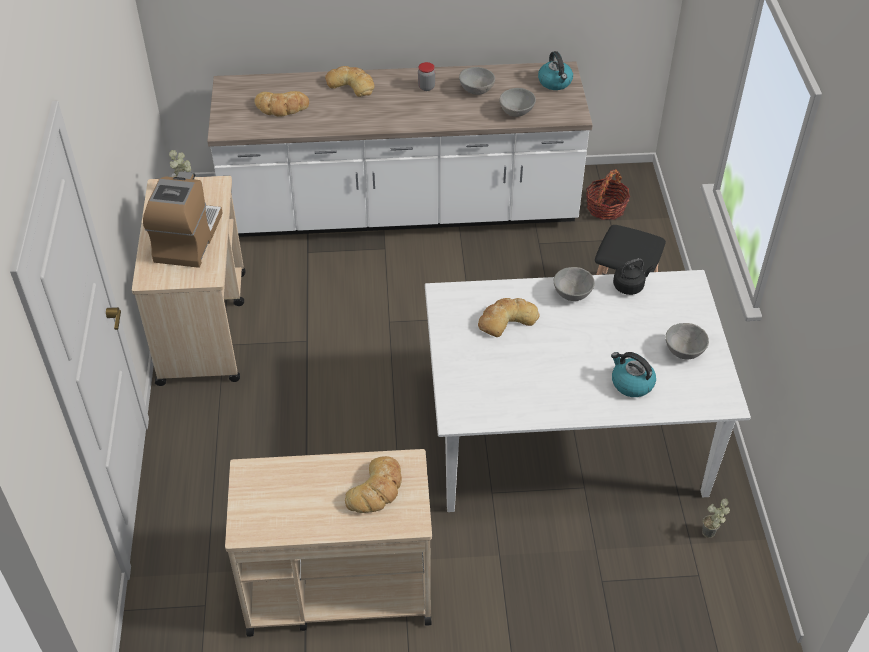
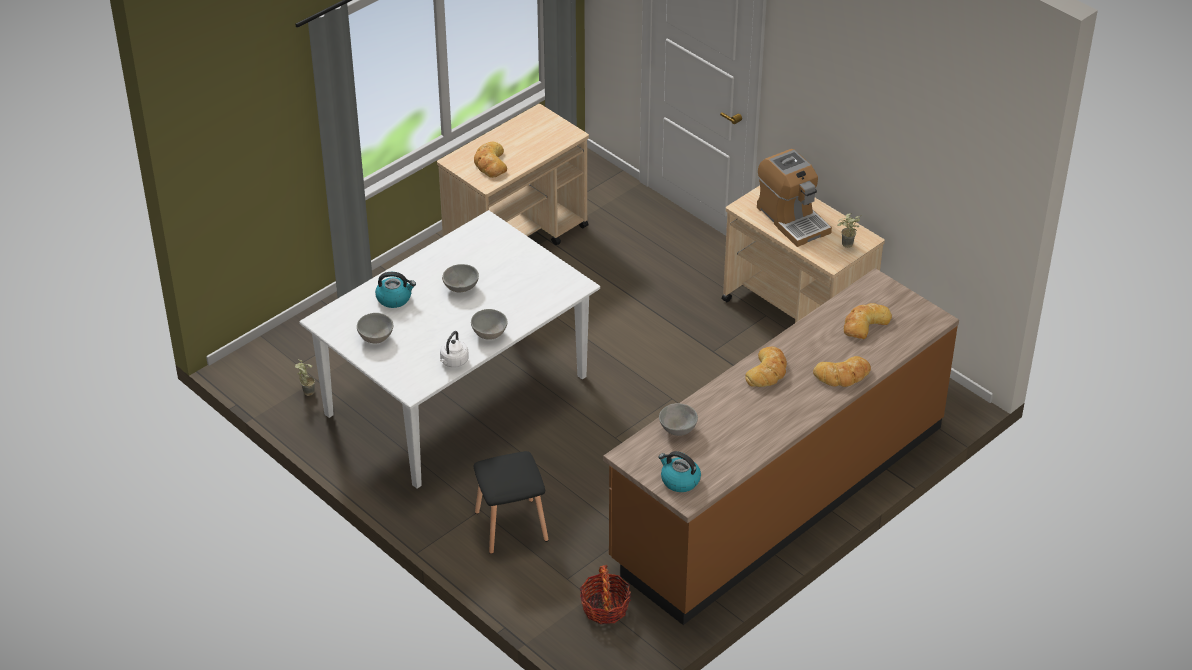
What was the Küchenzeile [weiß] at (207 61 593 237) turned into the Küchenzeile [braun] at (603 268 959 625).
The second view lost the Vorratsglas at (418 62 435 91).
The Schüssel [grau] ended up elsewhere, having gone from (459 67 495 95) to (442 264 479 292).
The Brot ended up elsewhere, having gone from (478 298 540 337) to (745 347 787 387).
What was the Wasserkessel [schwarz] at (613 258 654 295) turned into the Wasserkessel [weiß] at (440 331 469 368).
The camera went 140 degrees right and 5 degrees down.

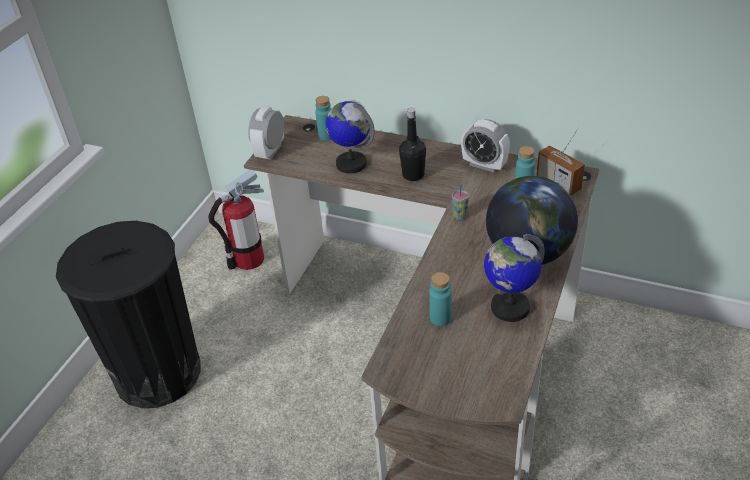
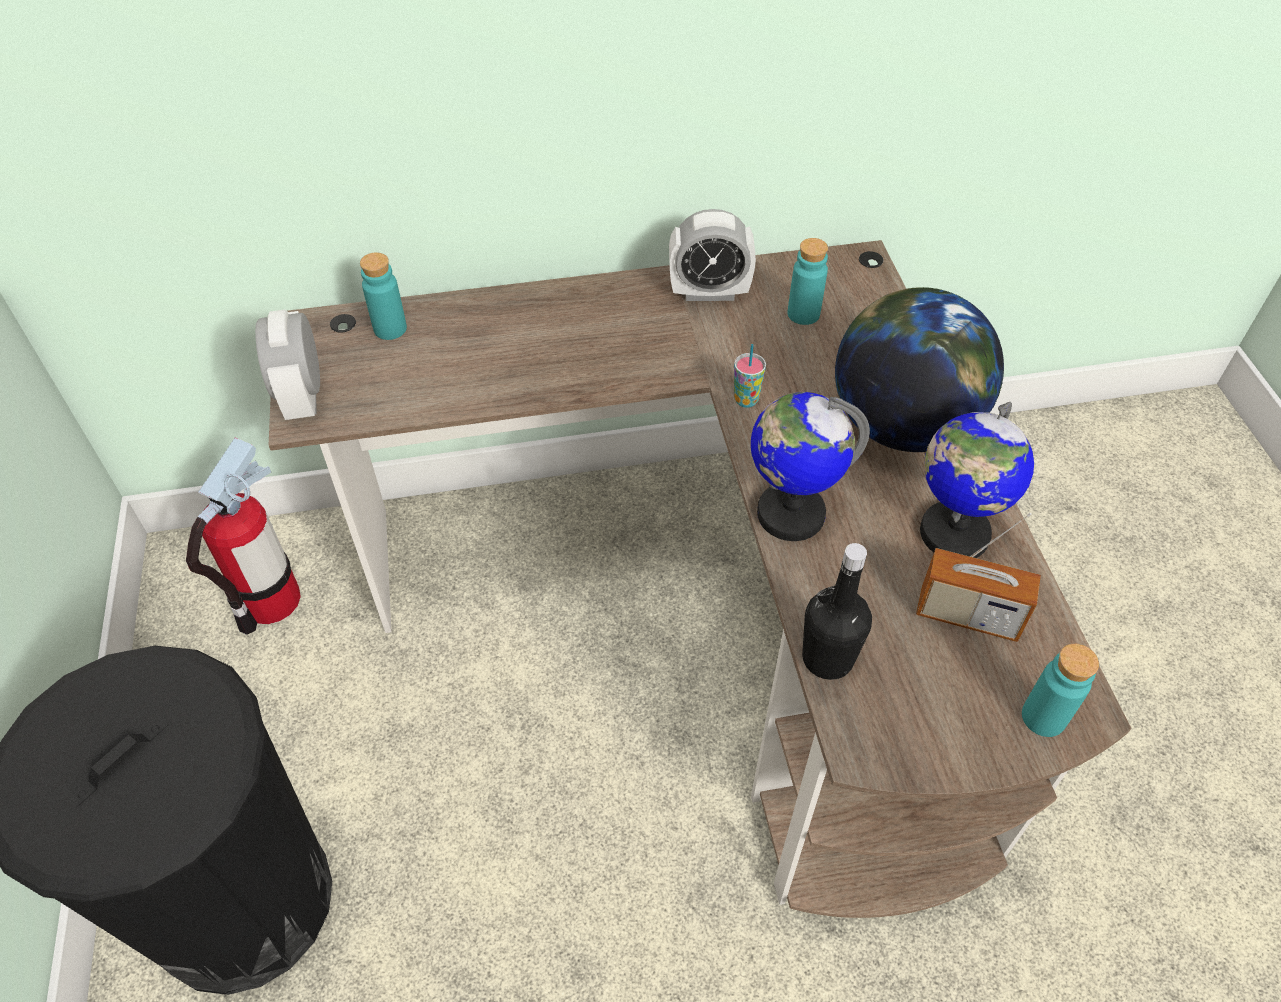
The Globus ended up elsewhere, having gone from (325 101 375 173) to (751 392 870 541).
The Flasche [schwarz] ended up elsewhere, having gone from (399 108 426 181) to (802 543 872 680).
The Flasche [türkis] ended up elsewhere, having gone from (429 272 452 326) to (1022 644 1099 737).
The Radio ended up elsewhere, having gone from (537 128 585 196) to (916 513 1041 642).
The camera went 35 degrees left and 10 degrees up.

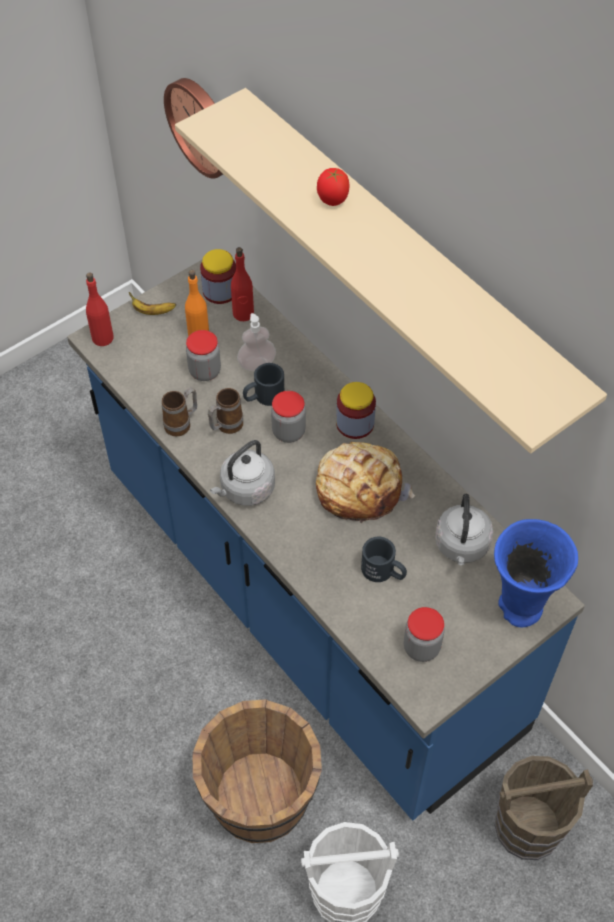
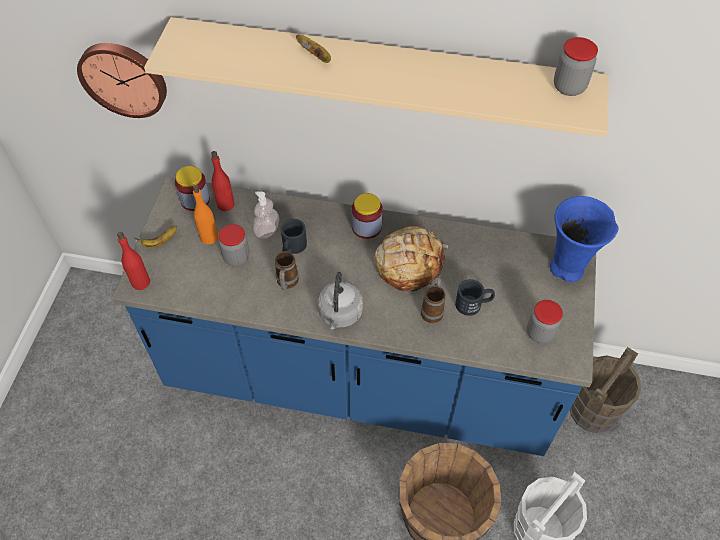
The Henkelbecher ended up elsewhere, having gone from (161 387 197 437) to (421 277 445 323).
The Vorratsglas ended up elsewhere, having gone from (271 391 306 443) to (554 37 598 96).
Where the Tomate stood at (317 168 350 206), the Banane came to stand at (296 34 331 63).
The second view lost the Wasserkessel [grau] at (435 494 493 565).
The camera went 40 degrees left and 0 degrees up.

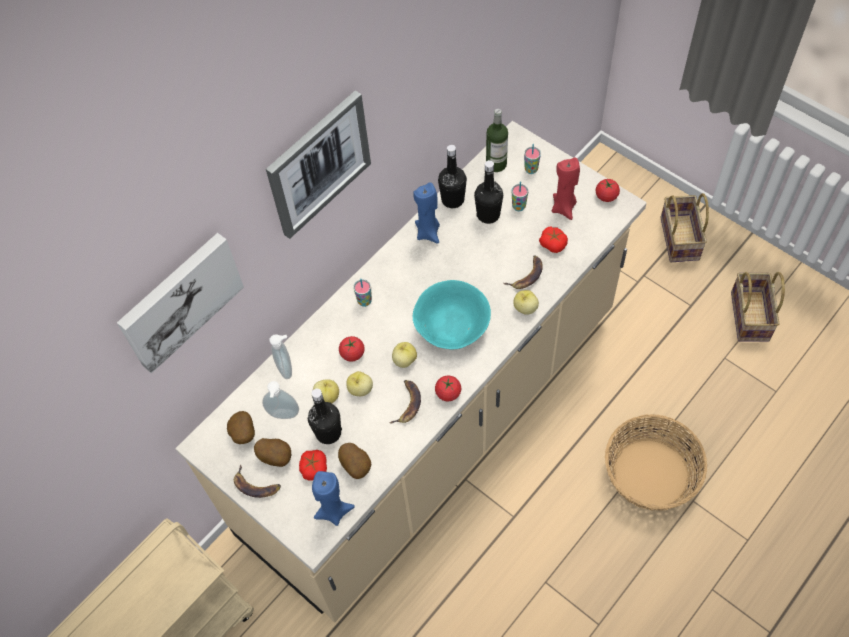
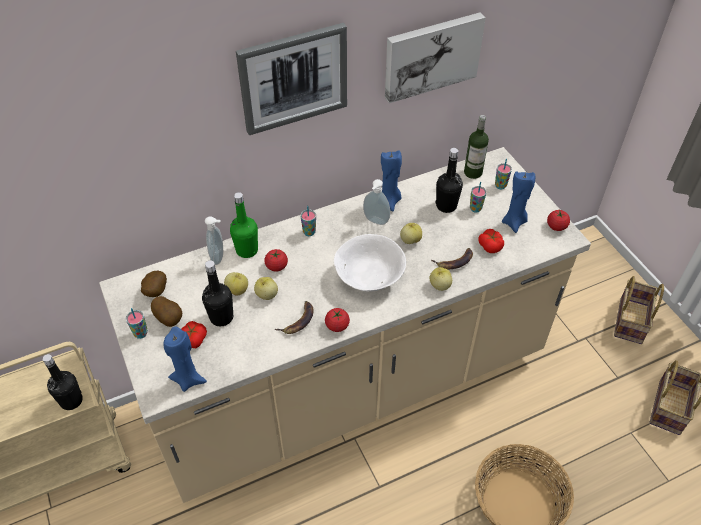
The Bild ended up elsewhere, having gone from (117 233 244 373) to (385 13 486 103).
Where the Banane stood at (234 464 281 498), the Tasse came to stand at (126 308 148 339).
The Seifenspender ended up elsewhere, having gone from (262 381 299 419) to (363 179 390 225).
The second view lost the Kartoffel at (338 443 371 479).
The Apfel ended up elsewhere, having gone from (392 342 417 368) to (400 223 422 244).
What was the Schüssel [türkis] at (413 280 491 349) turned into the Schüssel [weiß] at (334 234 406 291).
The Flasche [schwarz] ended up elsewhere, having gone from (438 145 467 208) to (43 354 83 410).
What was the Kerze [rot] at (552 157 580 220) turned into the Kerze [blau] at (502 171 535 233).
The second view gained the Flasche [grün] at (230 192 258 258).
The camera went 20 degrees right and 10 degrees down.

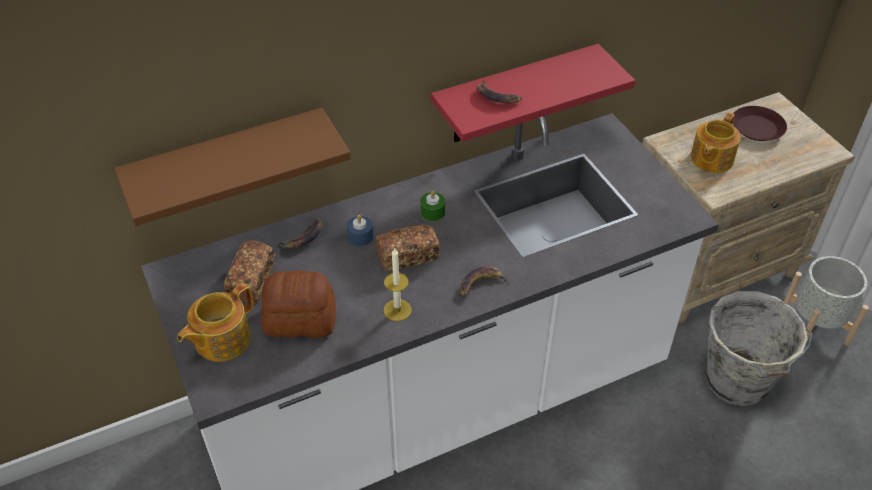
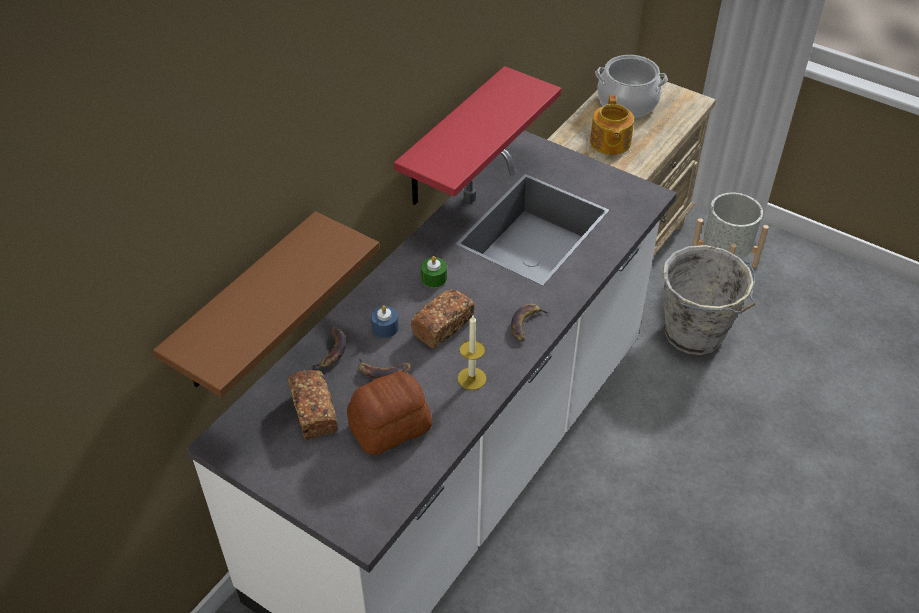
The second view lost the Teekanne at (177 283 254 362).
The Banane ended up elsewhere, having gone from (477 80 522 103) to (359 357 411 379).
Where the Teller [braun] stood at (732 106 787 141), the Kochtopf came to stand at (595 55 668 118).
The camera went 30 degrees left and 0 degrees up.

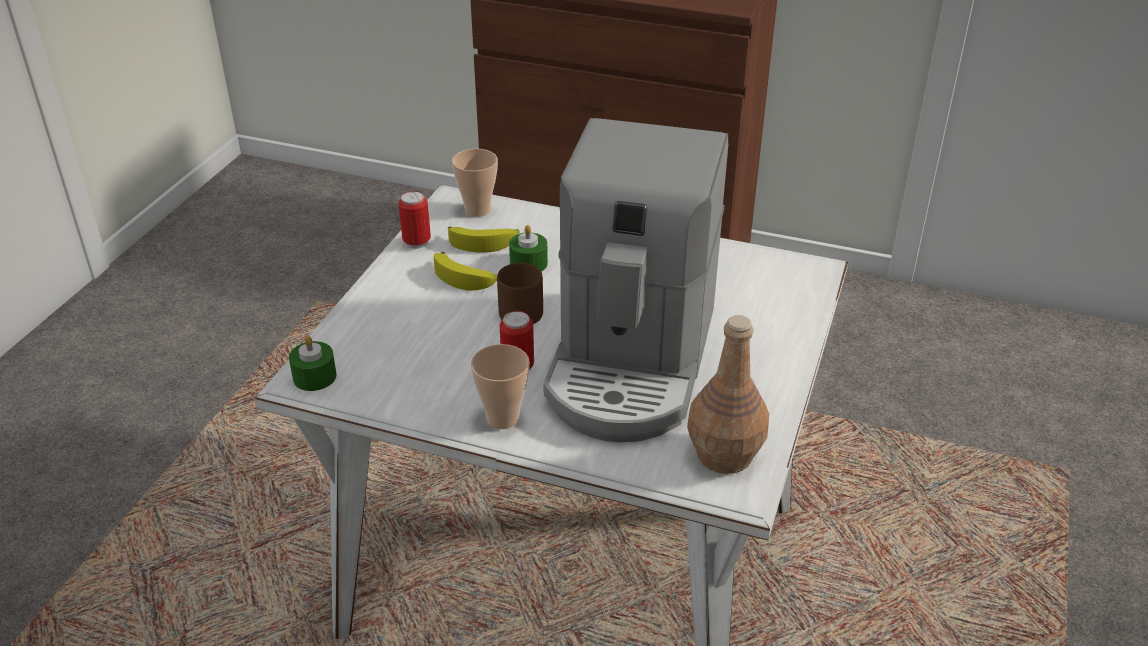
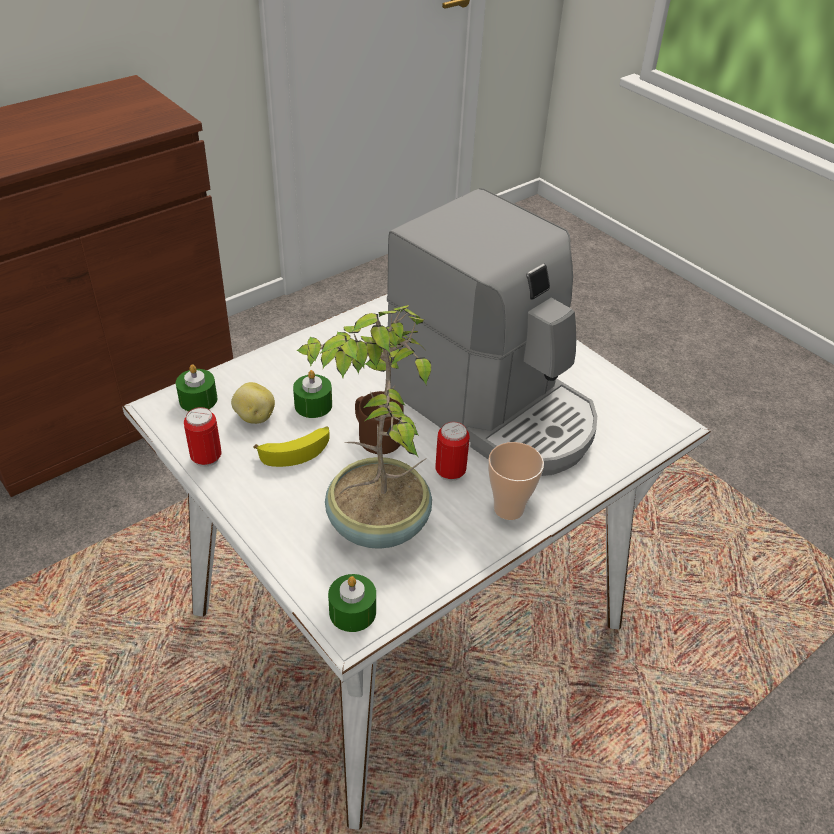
Where the Banane stood at (447 226 519 253), the Kartoffel came to stand at (231 382 275 424).
Where the Tasse stood at (452 149 498 217), the Kerze [grün] came to stand at (176 364 217 412).
The second view lost the Flasche [braun] at (687 315 769 474).
The second view gained the Topfpflanze at (296 305 432 549).
The camera went 60 degrees left and 5 degrees up.

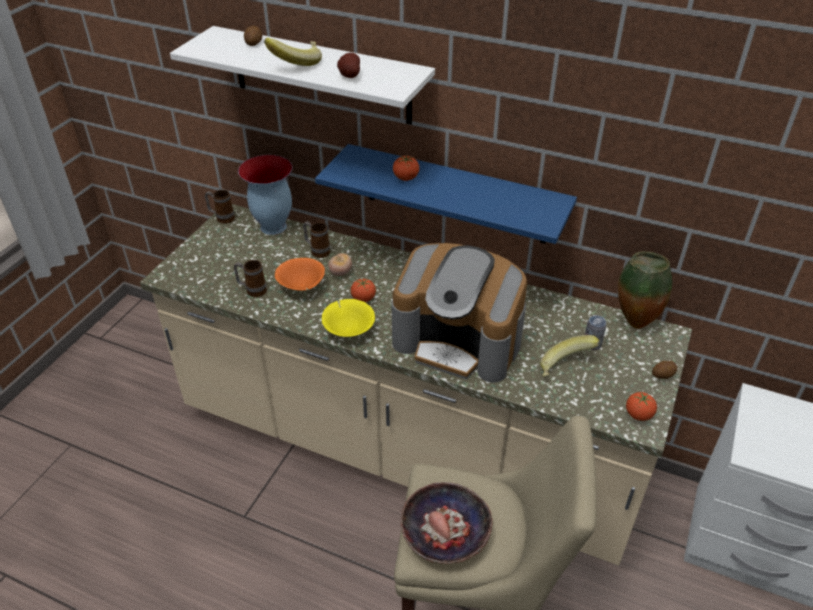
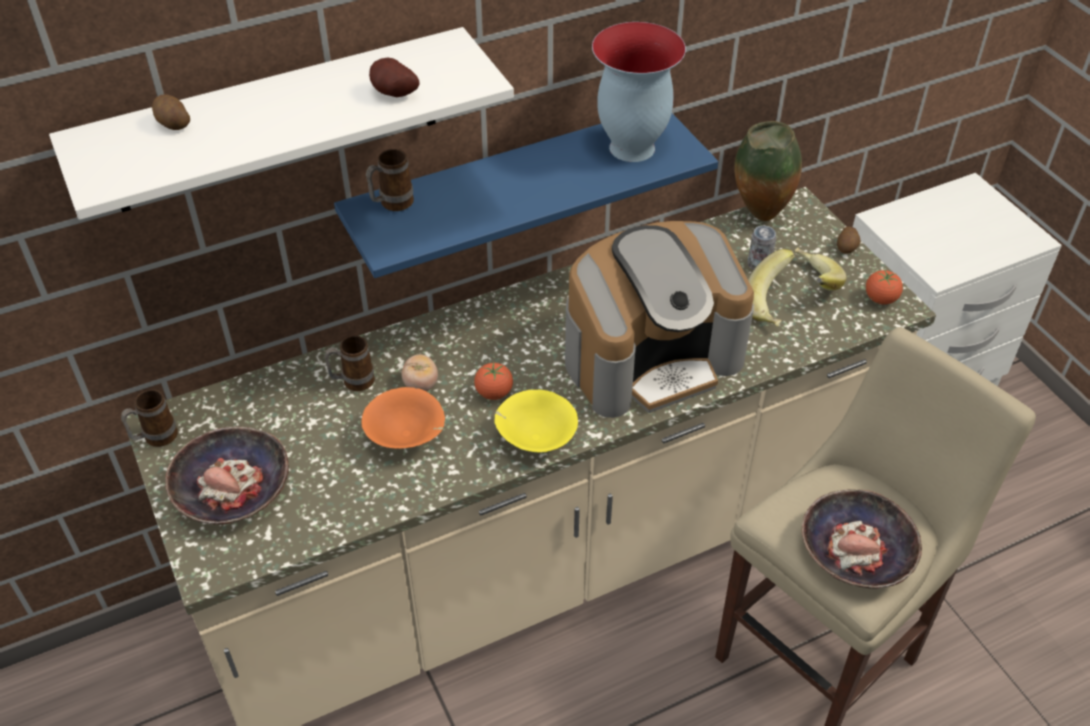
The Henkelbecher ended up elsewhere, having gone from (234 260 267 297) to (366 149 414 211).
The Vase ended up elsewhere, having gone from (238 155 292 235) to (592 22 686 162).
The Banane ended up elsewhere, having gone from (264 38 322 66) to (795 248 847 291).
The second view lost the Tomate at (393 155 419 181).
The second view gained the Schüssel at (165 426 289 525).
The camera went 50 degrees left and 5 degrees up.

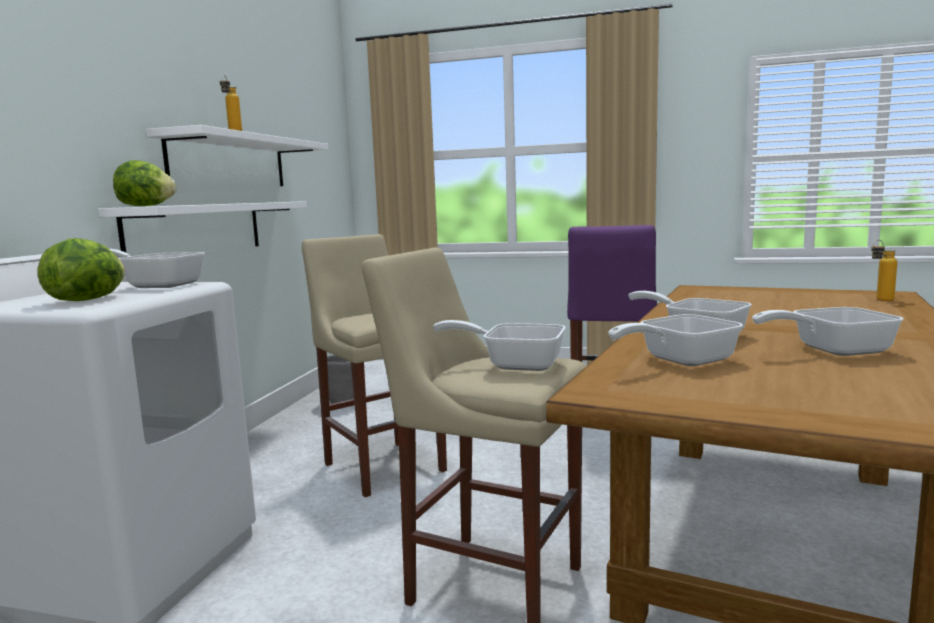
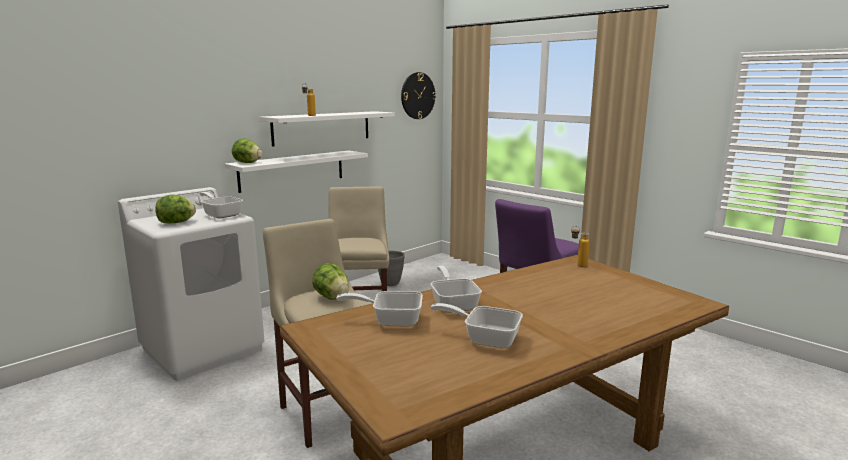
Where the Pfanne stood at (433 320 565 371), the Salatkopf came to stand at (312 263 349 300).
The Flasche ended up elsewhere, having gone from (871 240 897 301) to (571 226 590 267).
The second view gained the Wanduhr at (401 72 436 119).
The camera went 30 degrees right and 5 degrees up.

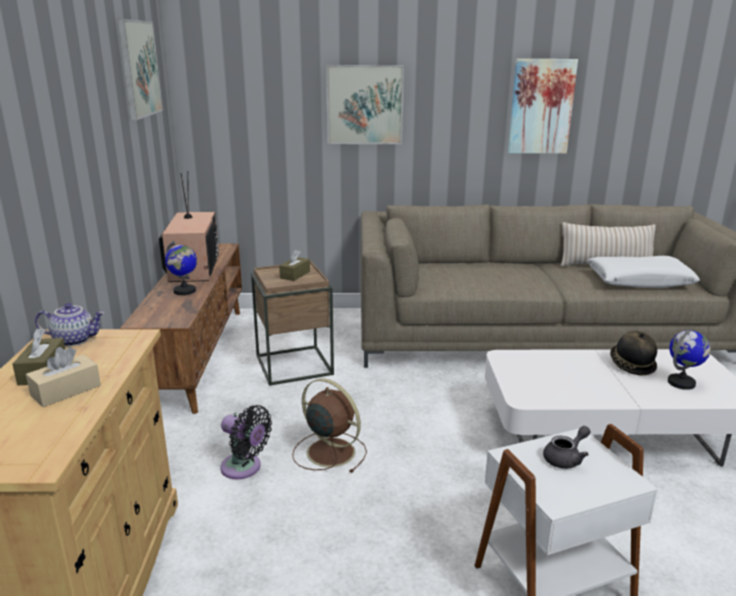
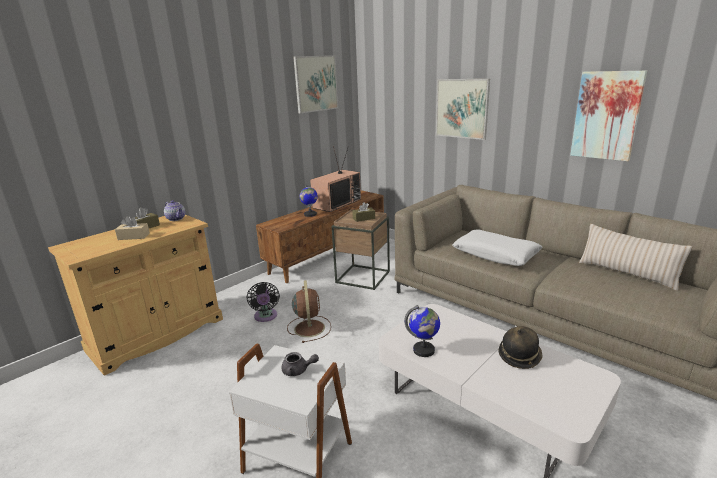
The Kissen [weiß] ended up elsewhere, having gone from (588 256 700 288) to (452 229 543 266).
The Globus ended up elsewhere, having gone from (668 329 711 390) to (404 305 440 357).
The camera went 45 degrees right and 0 degrees up.

